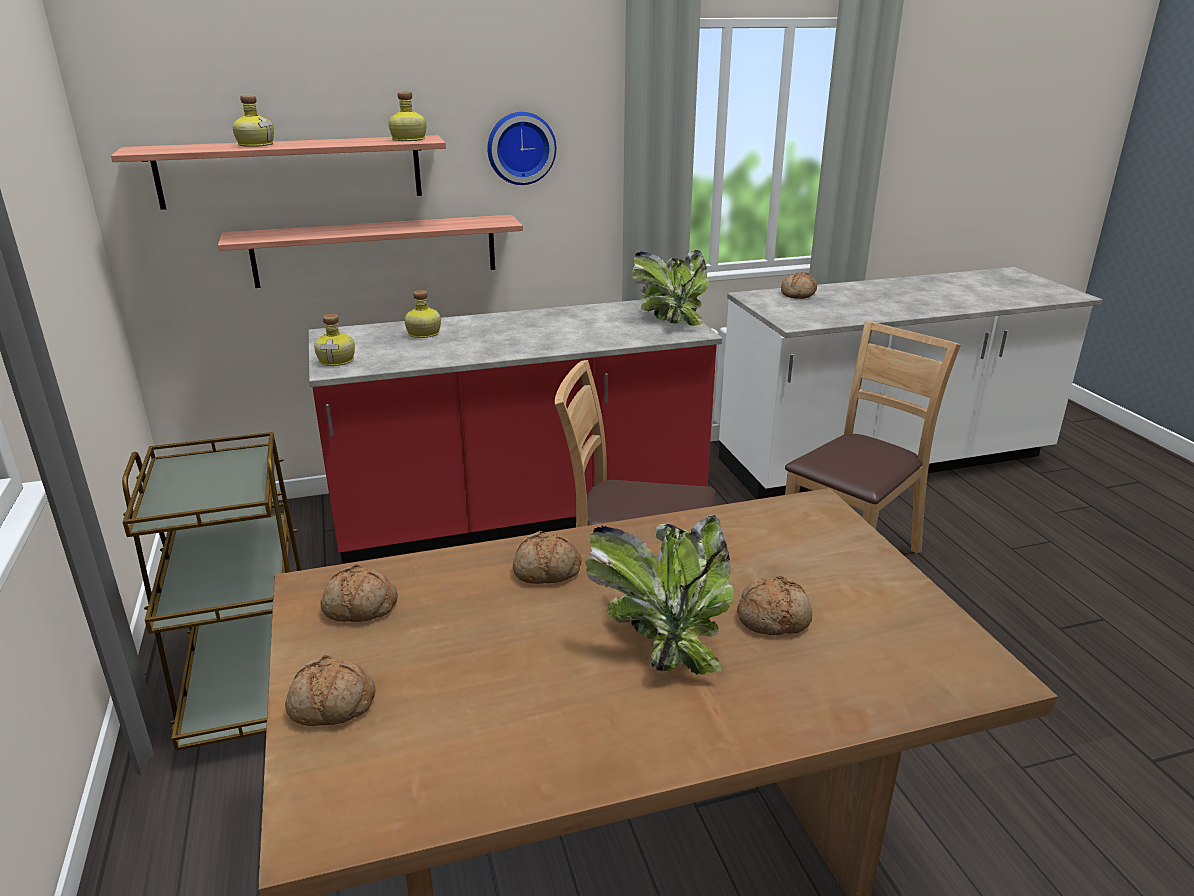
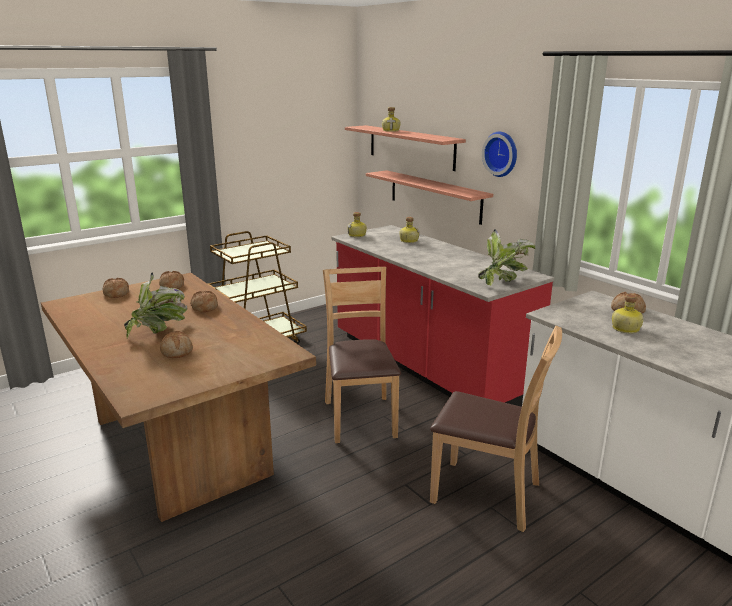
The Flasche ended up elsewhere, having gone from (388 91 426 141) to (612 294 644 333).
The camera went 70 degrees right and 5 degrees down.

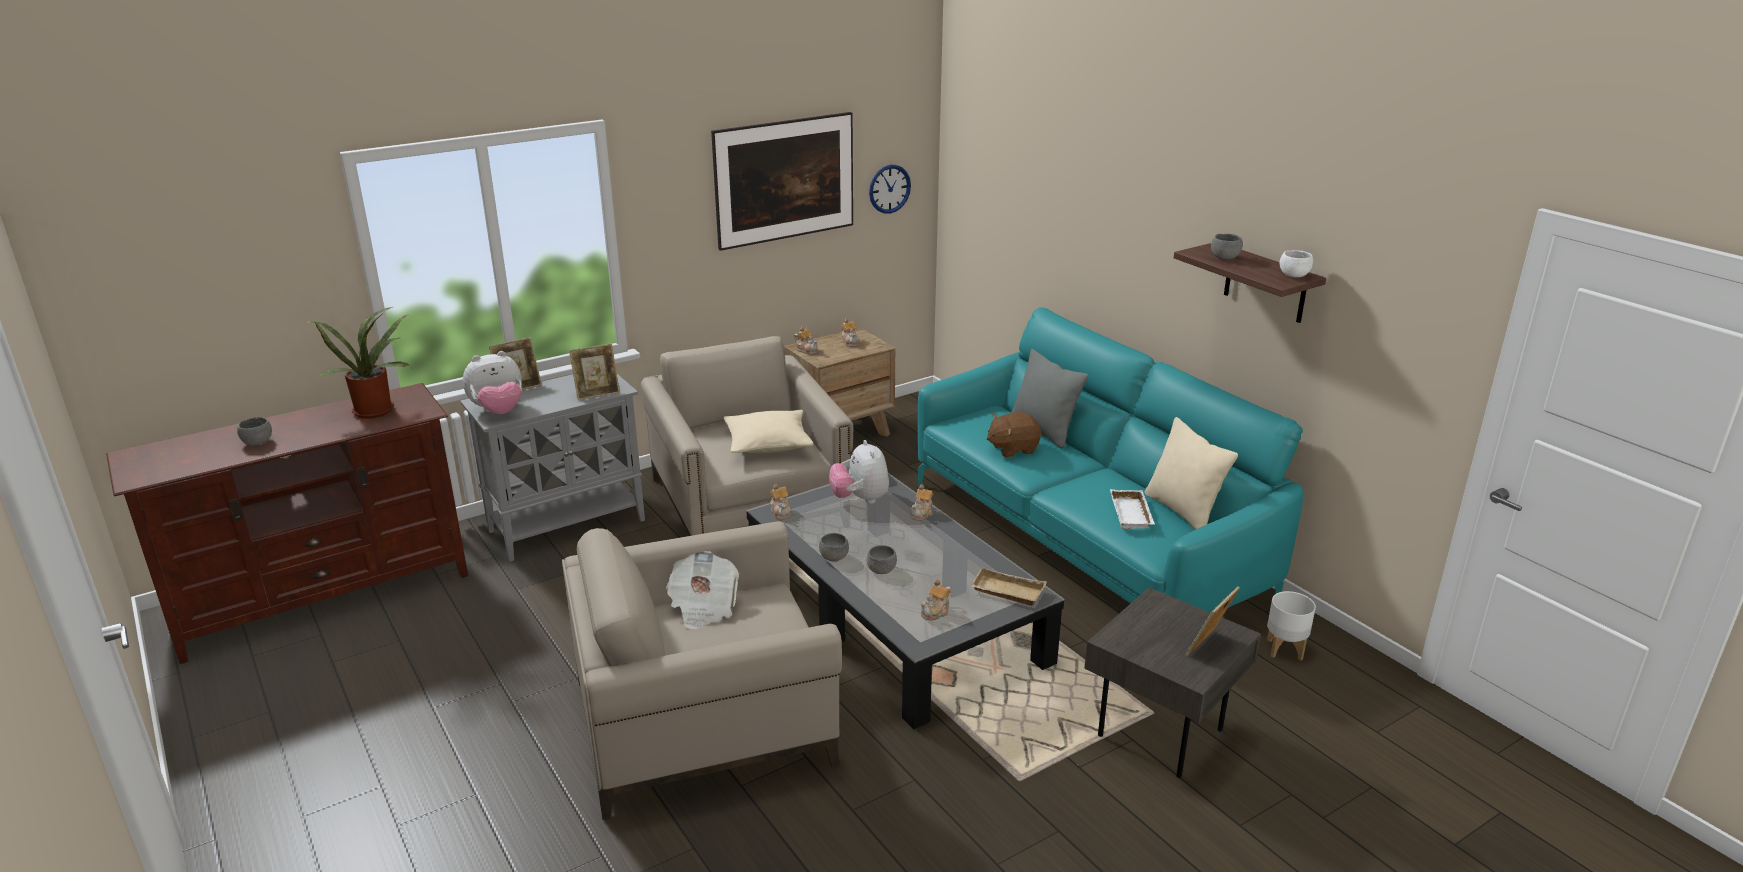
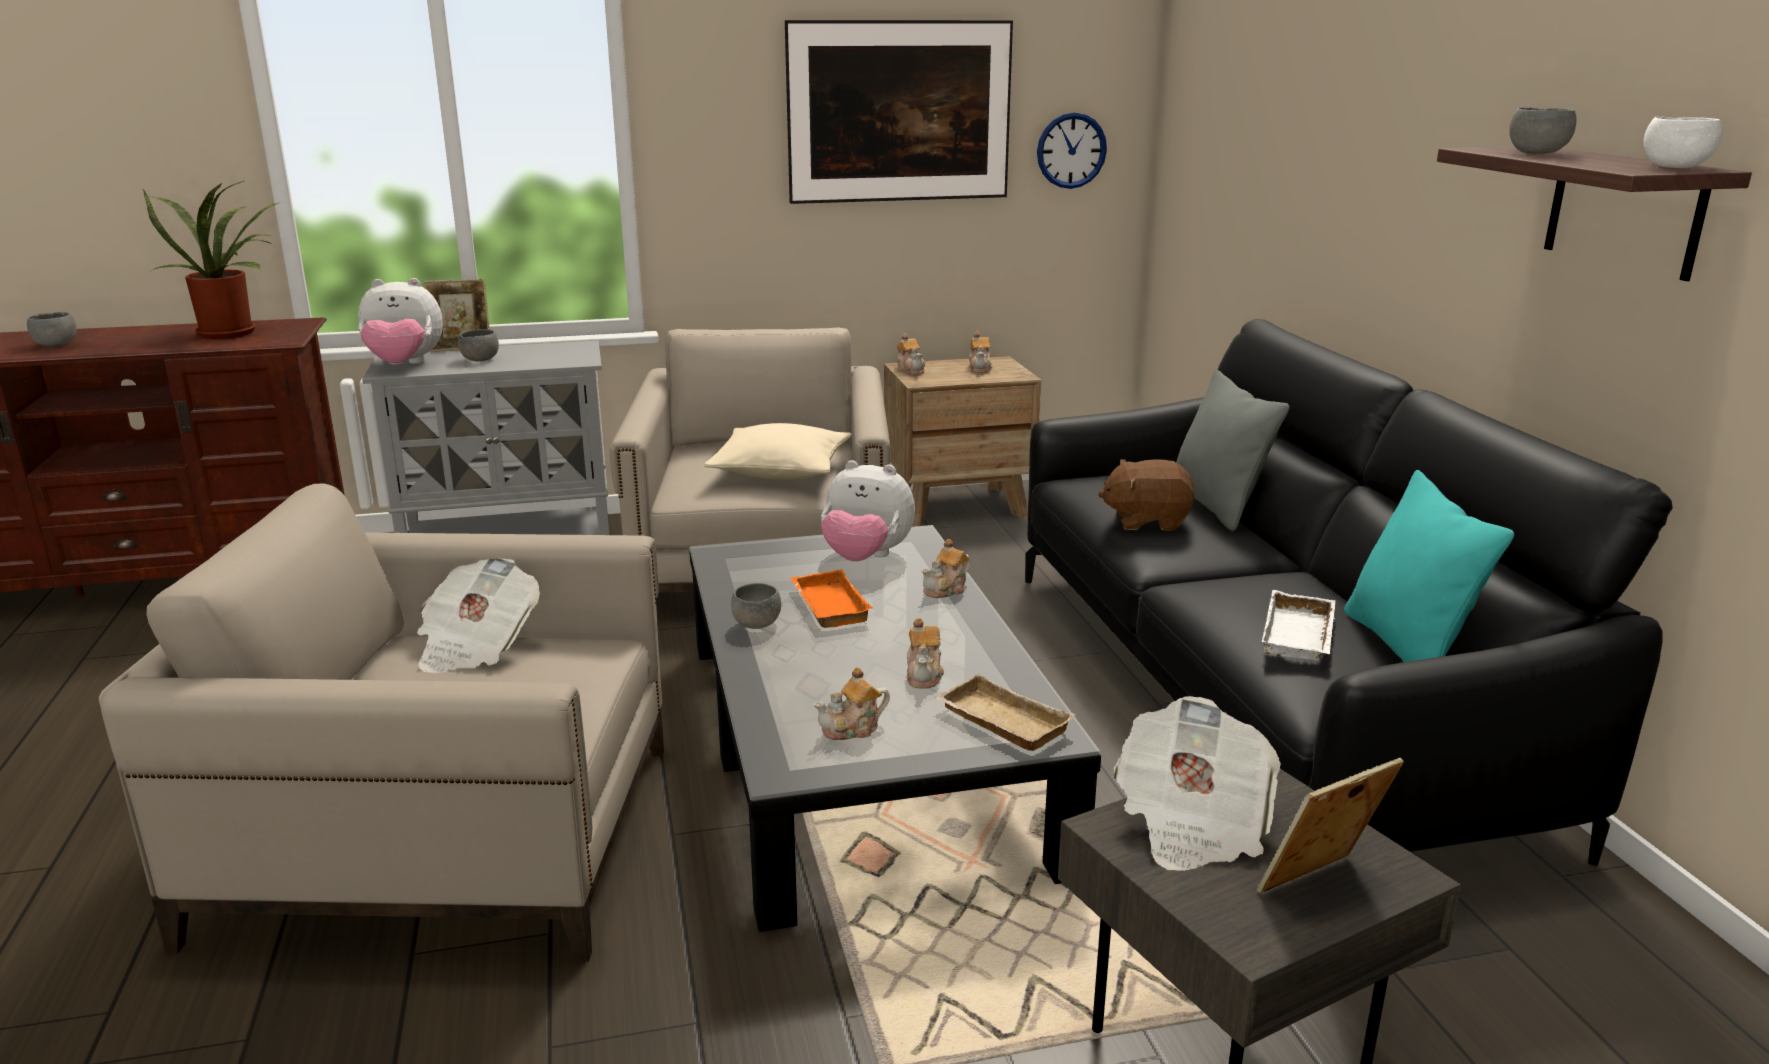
The second view lost the Bilderrahmen at (569 344 620 400).
The Teekanne ended up elsewhere, having gone from (770 484 791 520) to (907 618 944 689).
The Plüschtier at (829 440 889 504) ended up facing another way, 75 degrees counterclockwise from before.
The Schüssel [grau] ended up elsewhere, having gone from (867 545 897 574) to (458 329 499 361).
What was the Sofa [türkis] at (918 308 1303 613) turned into the Sofa [schwarz] at (1025 319 1673 866).
What was the Kissen [beige] at (1144 417 1238 530) turned into the Kissen [türkis] at (1344 470 1514 662).
The second view lost the Pflanzkübel [weiß] at (1267 591 1316 660).
The second view gained the Tablett [orange] at (790 569 873 628).
The second view gained the Zeitung at (1114 696 1281 871).
The camera went 20 degrees right and 5 degrees down.

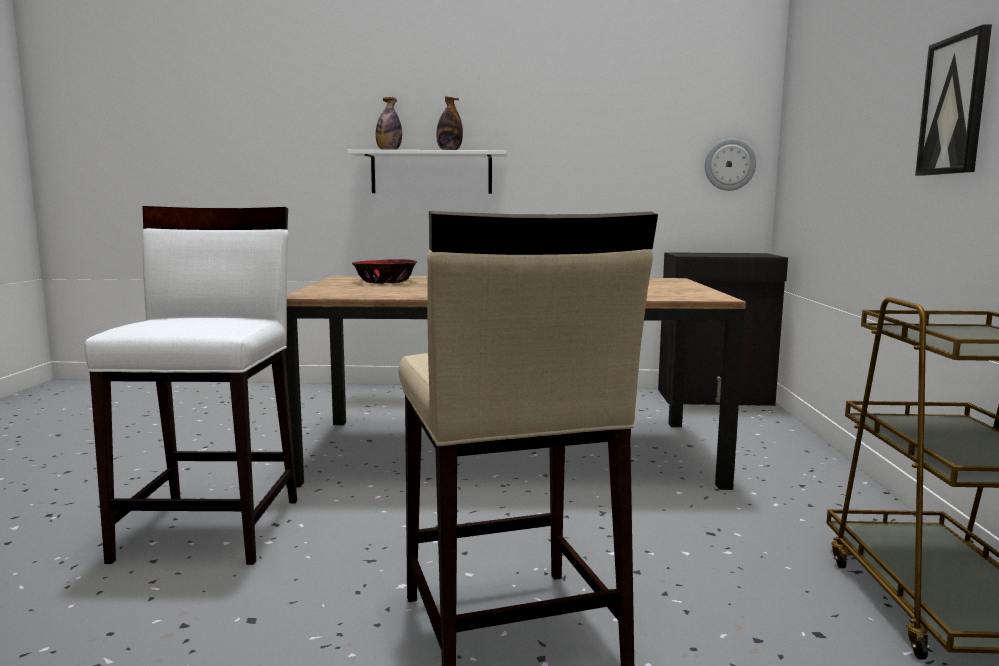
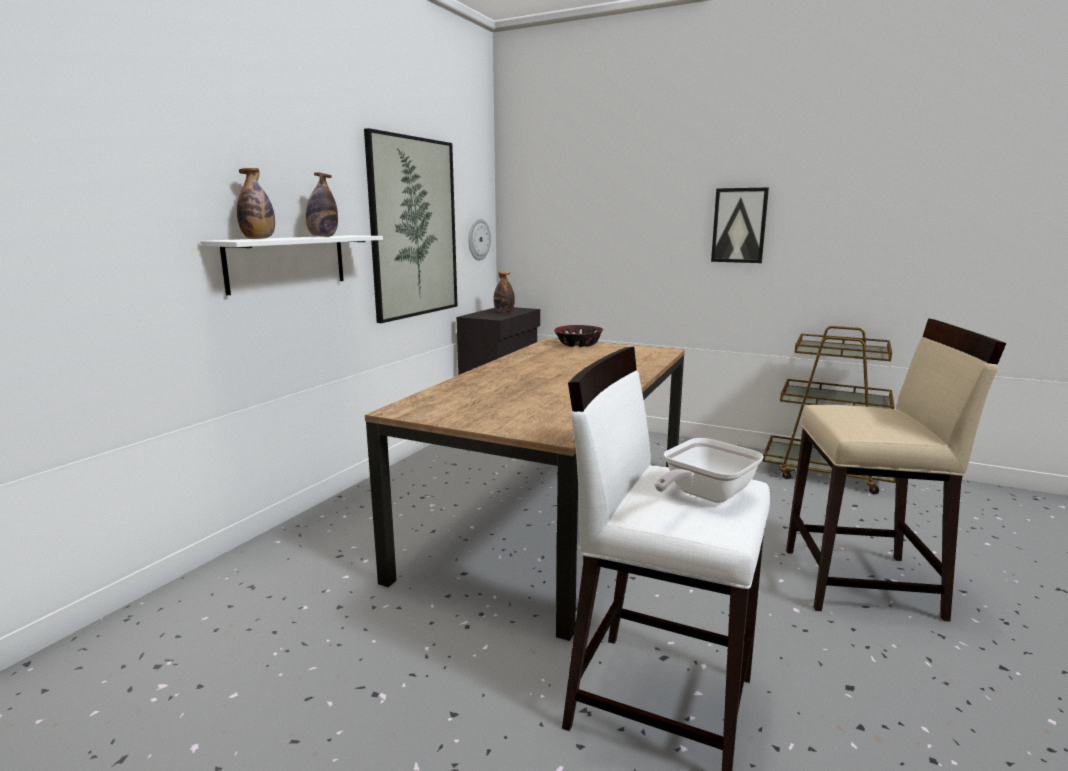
The Schüssel ended up elsewhere, having gone from (352 259 417 284) to (554 325 603 347).
The second view gained the Bild at (364 128 458 323).
The second view gained the Flasche at (493 271 515 313).
The second view gained the Pfanne at (655 438 764 503).
The camera went 65 degrees left and 5 degrees up.

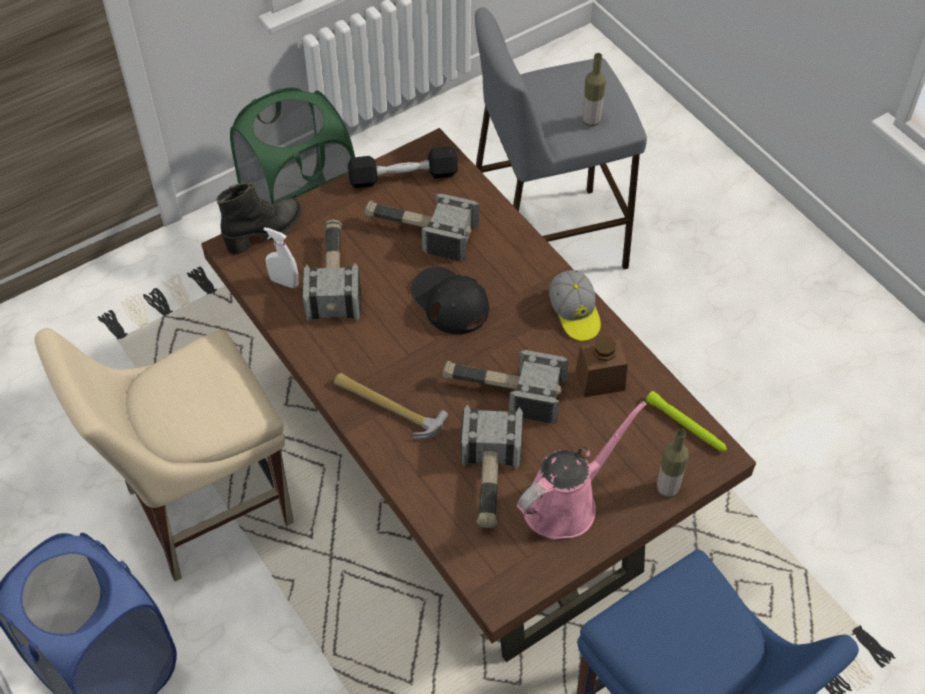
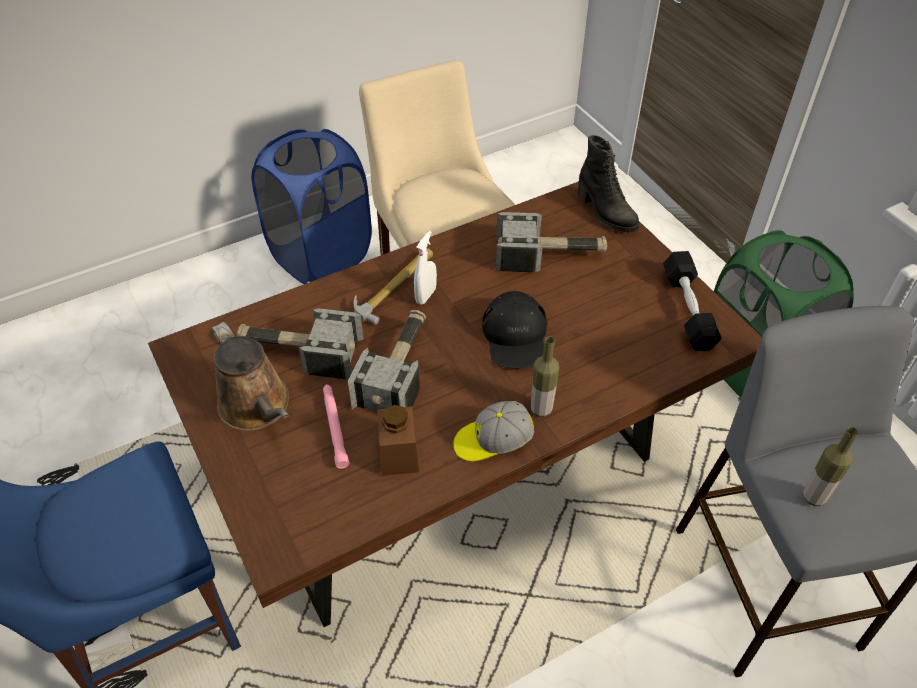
The Sprühflasche [weiß] ended up elsewhere, having gone from (264 227 298 288) to (414 231 437 305).
The second view lost the Hammer at (365 194 479 261).
The Kappe [schwarz] at (410 267 489 334) ended up facing another way, 120 degrees clockwise from before.
What was the Gießkanne [rosa] at (517 401 647 539) turned into the Gießkanne [braun] at (212 322 289 431).
The second view lost the Taschenlampe [grün] at (646 391 727 451).
The Flasche ended up elsewhere, having gone from (657 428 689 497) to (531 336 559 417).
The second view gained the Taschenlampe [rosa] at (323 384 349 469).
The camera went 95 degrees right and 5 degrees down.

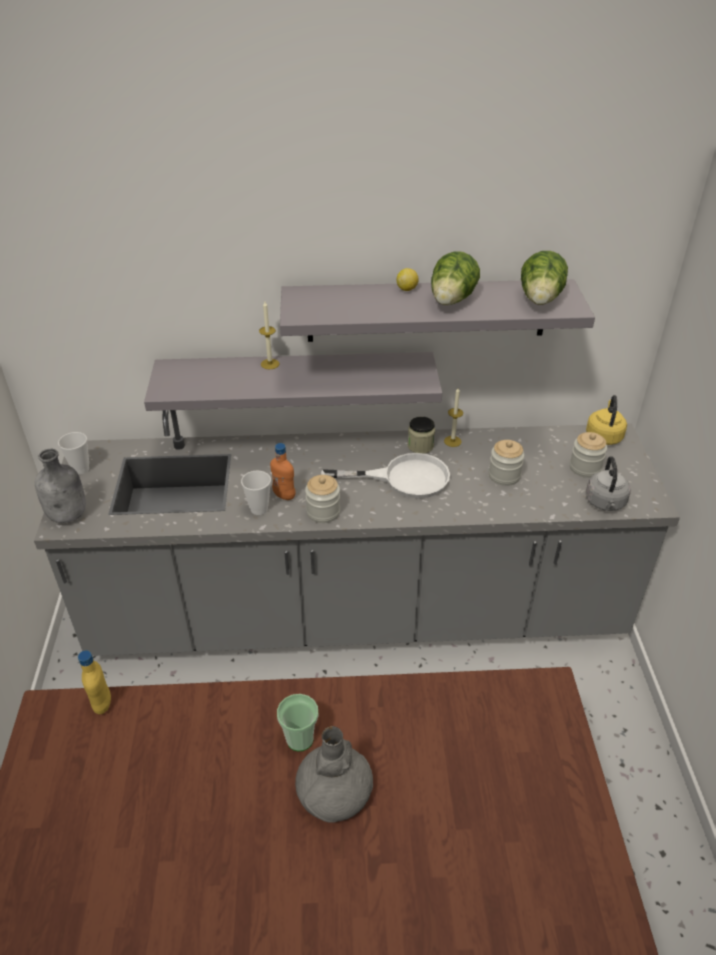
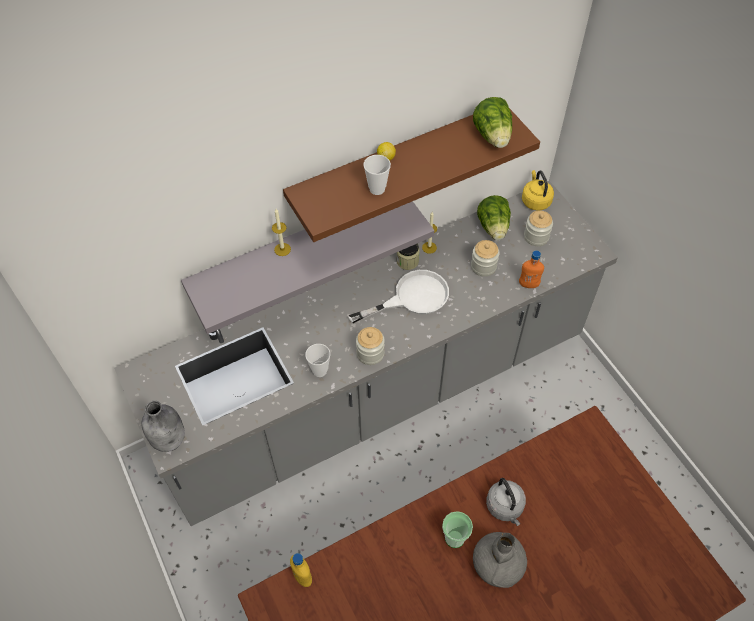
The Tasse ended up elsewhere, having gone from (58 432 89 475) to (364 155 391 195).
The Flasche [orange] ended up elsewhere, having gone from (270 443 295 500) to (519 250 544 288).
What was the Wandregal [grau] at (280 279 595 342) turned into the Wandregal [braun] at (283 108 540 242).
The Salatkopf ended up elsewhere, having gone from (431 251 480 305) to (477 195 511 240).
The Wasserkessel [grau] ended up elsewhere, having gone from (586 456 631 511) to (486 478 526 526).
The camera went 25 degrees left and 15 degrees up.

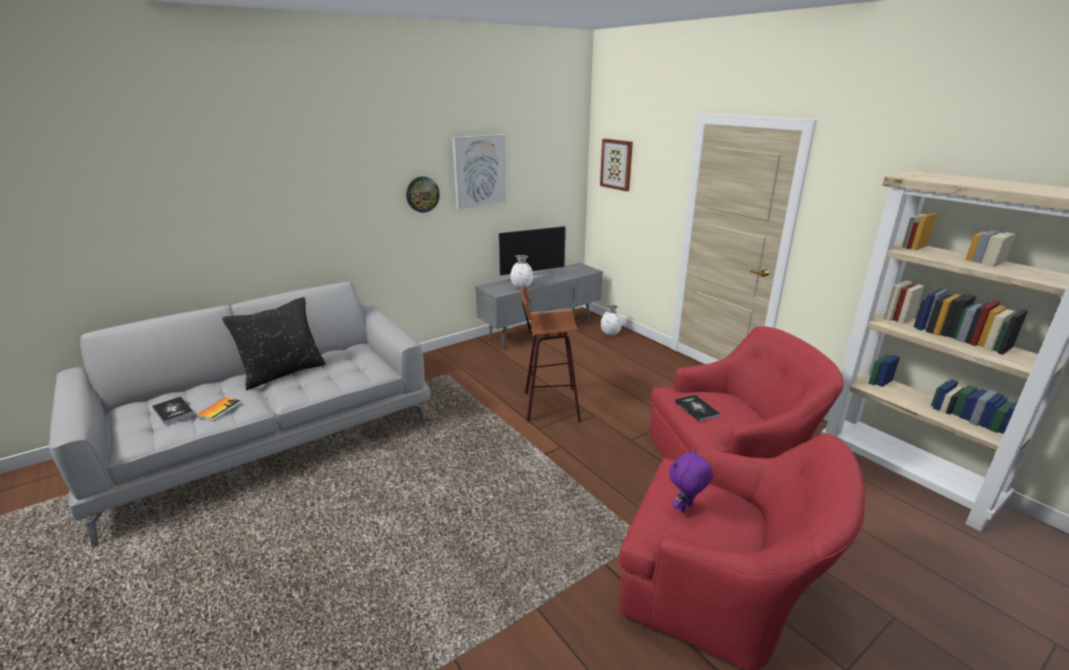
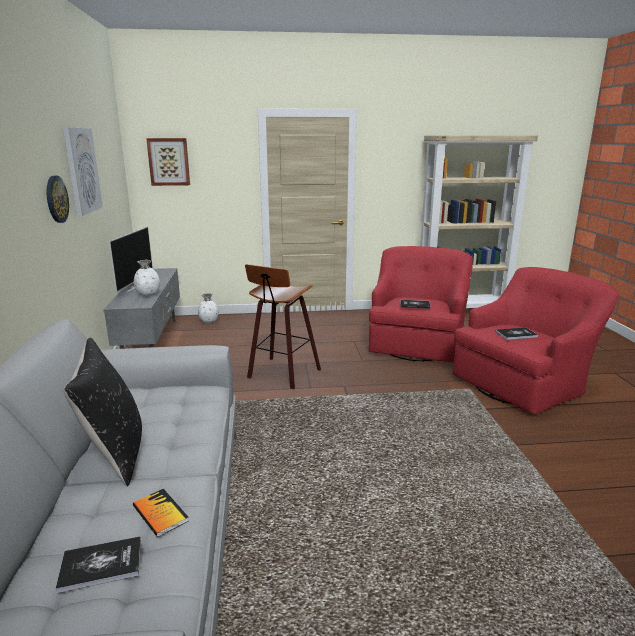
Where the Plüschtier [lila] stood at (669 449 713 512), the Buch came to stand at (496 328 538 340).
The camera went 60 degrees left and 5 degrees down.

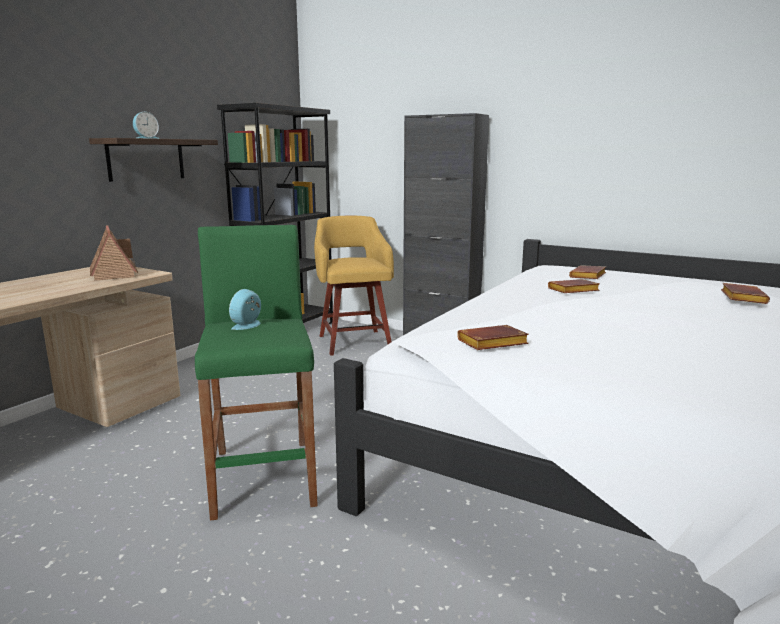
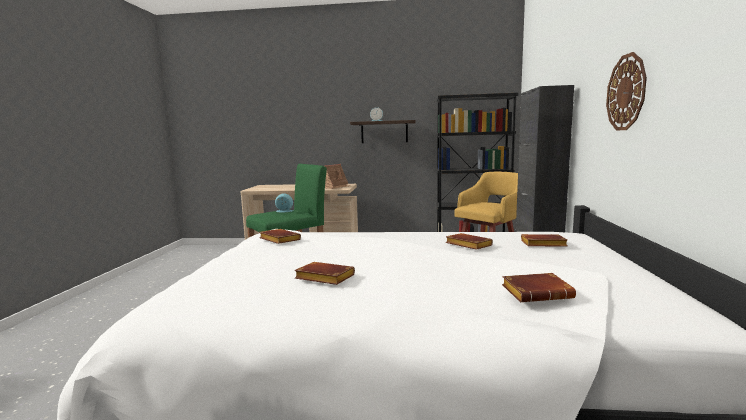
The second view gained the Buch [braun] at (294 262 355 285).
The second view gained the Wanduhr at (606 52 647 130).
The camera went 65 degrees right and 5 degrees down.

